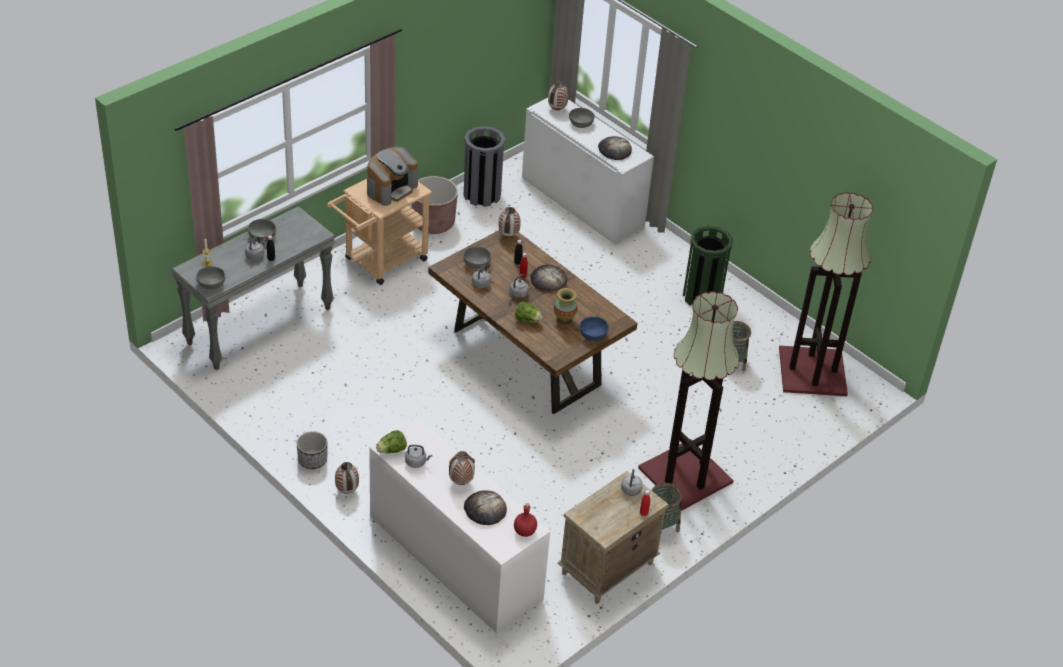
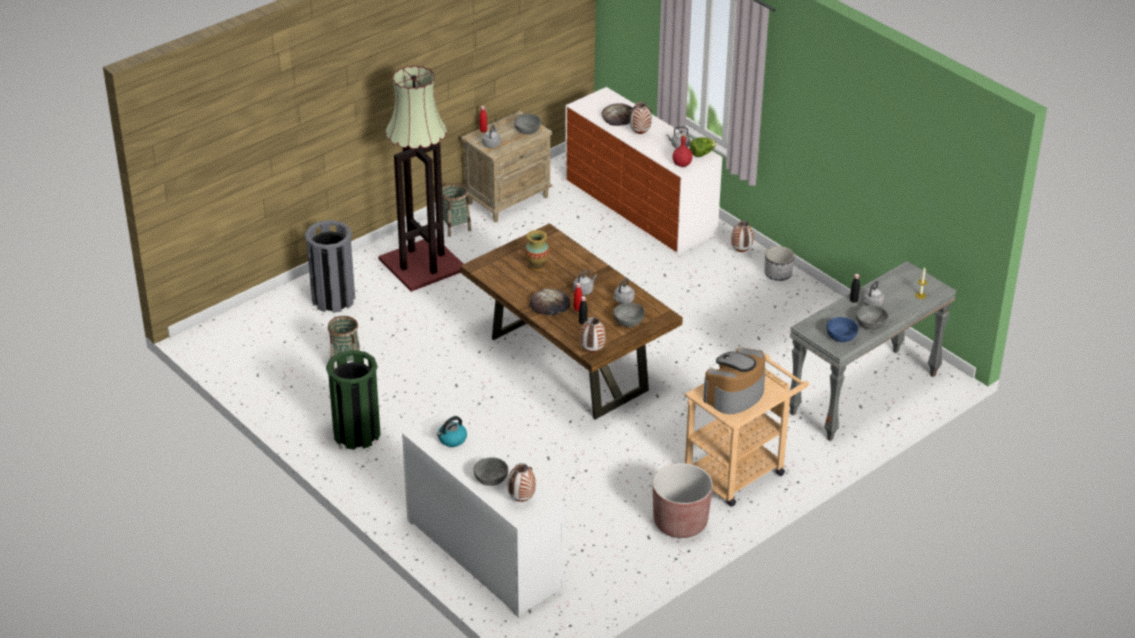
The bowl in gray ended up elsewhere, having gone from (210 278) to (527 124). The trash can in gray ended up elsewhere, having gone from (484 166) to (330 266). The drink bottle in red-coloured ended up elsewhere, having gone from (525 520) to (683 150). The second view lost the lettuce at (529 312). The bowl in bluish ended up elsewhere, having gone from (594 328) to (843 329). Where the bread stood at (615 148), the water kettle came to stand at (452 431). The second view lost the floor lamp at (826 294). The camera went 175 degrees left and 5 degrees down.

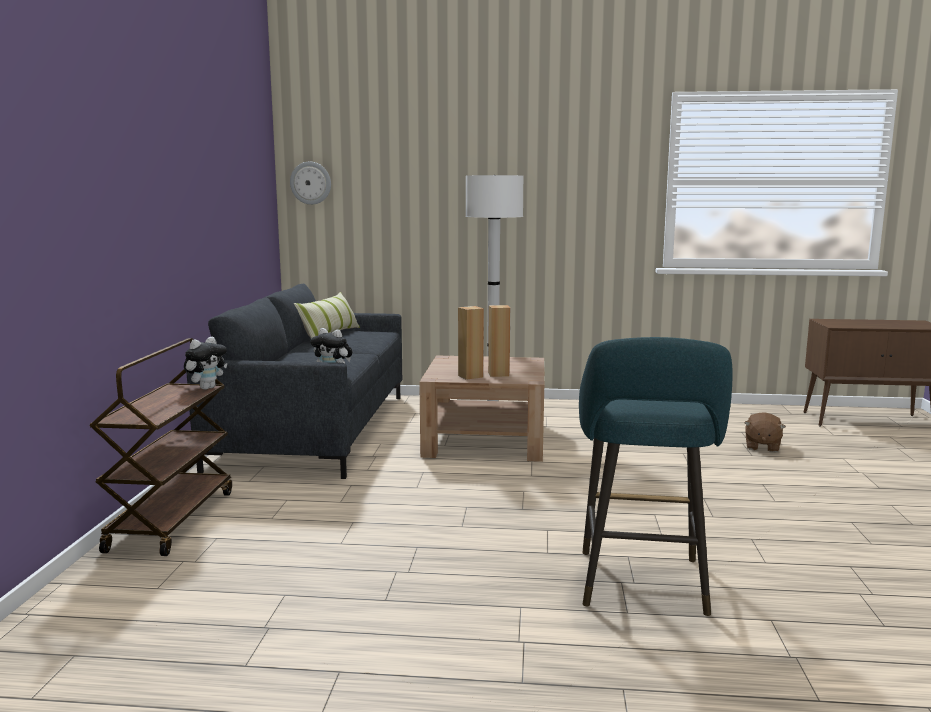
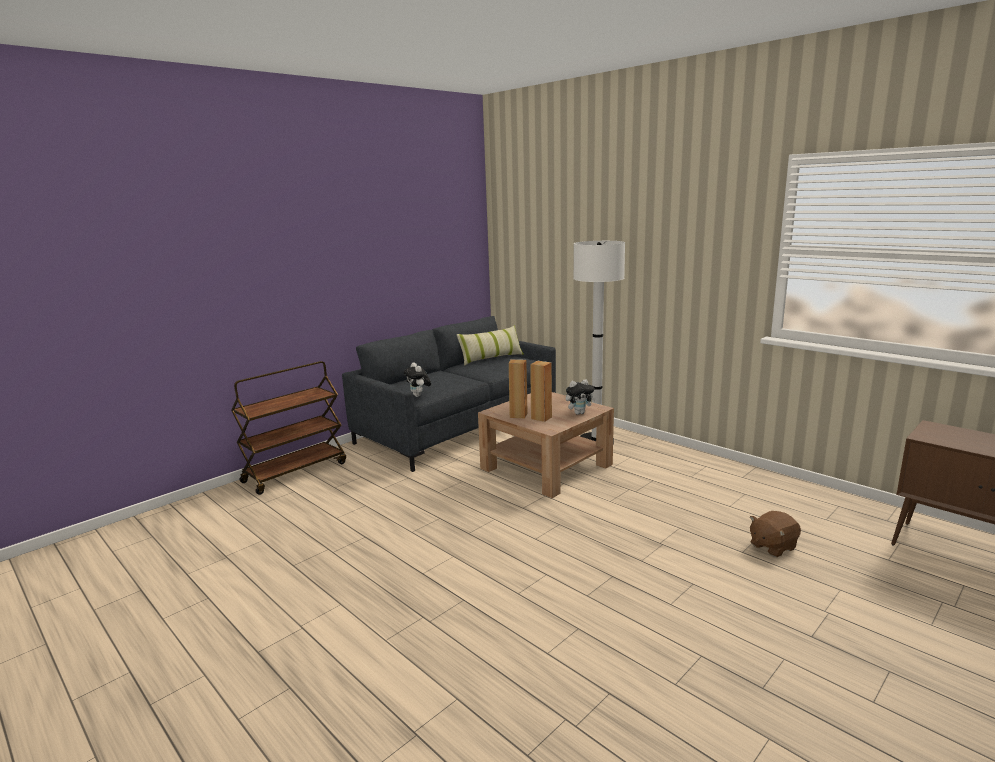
The cuddly toy ended up elsewhere, having gone from (205 363) to (581 397). The second view lost the clock on the wall at (310 183). The second view lost the stool in turquoise-coloured at (656 476). The camera went 40 degrees right and 5 degrees up.

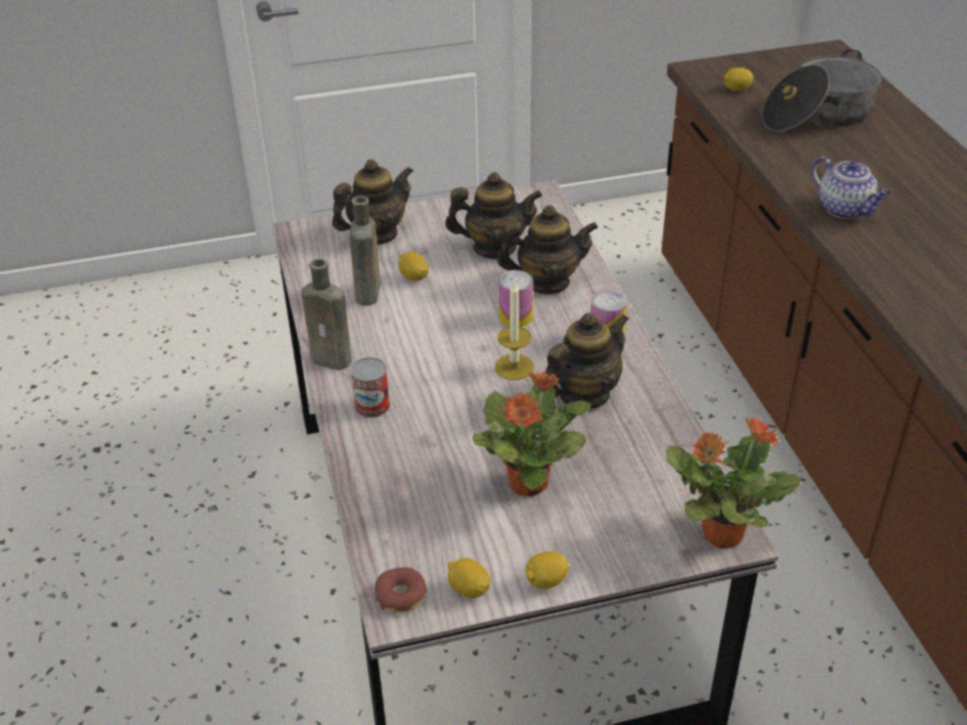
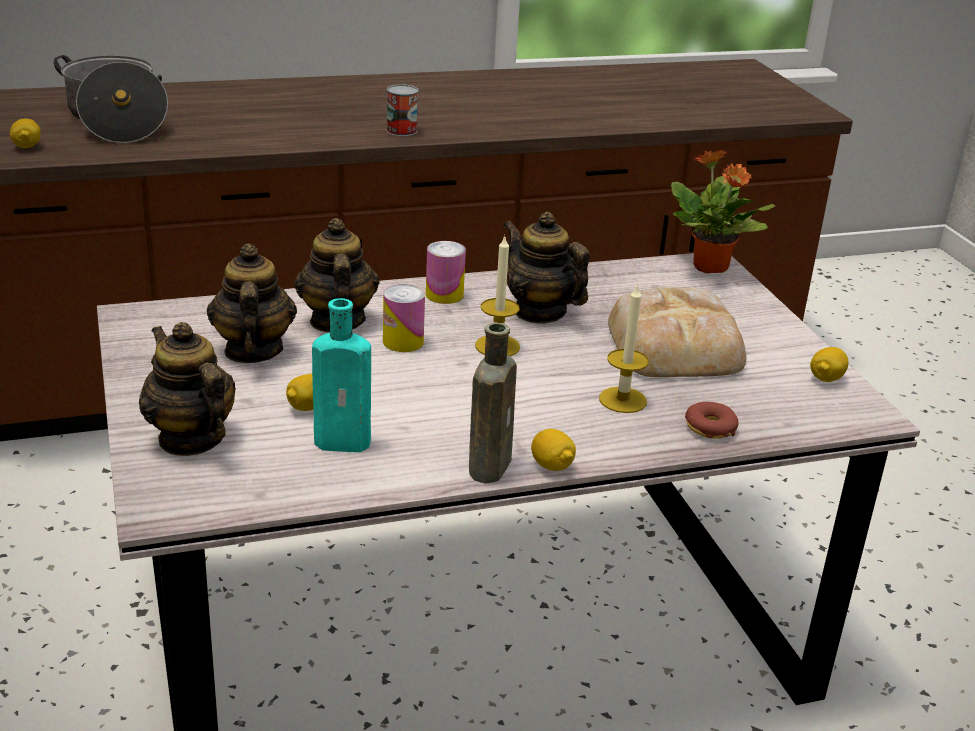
What was the drink bottle in brown at (365 251) turned into the drink bottle in turquoise-coloured at (341 375). The metal can ended up elsewhere, having gone from (370 387) to (402 110). The ring doughnut ended up elsewhere, having gone from (401 589) to (712 420). Where the potted plant stood at (532 434), the bread came to stand at (677 332). The whole lemon ended up elsewhere, having gone from (547 570) to (553 450). The second view lost the tea pot at (851 187). The second view gained the wax candle at (624 348). The camera went 95 degrees left and 10 degrees down.

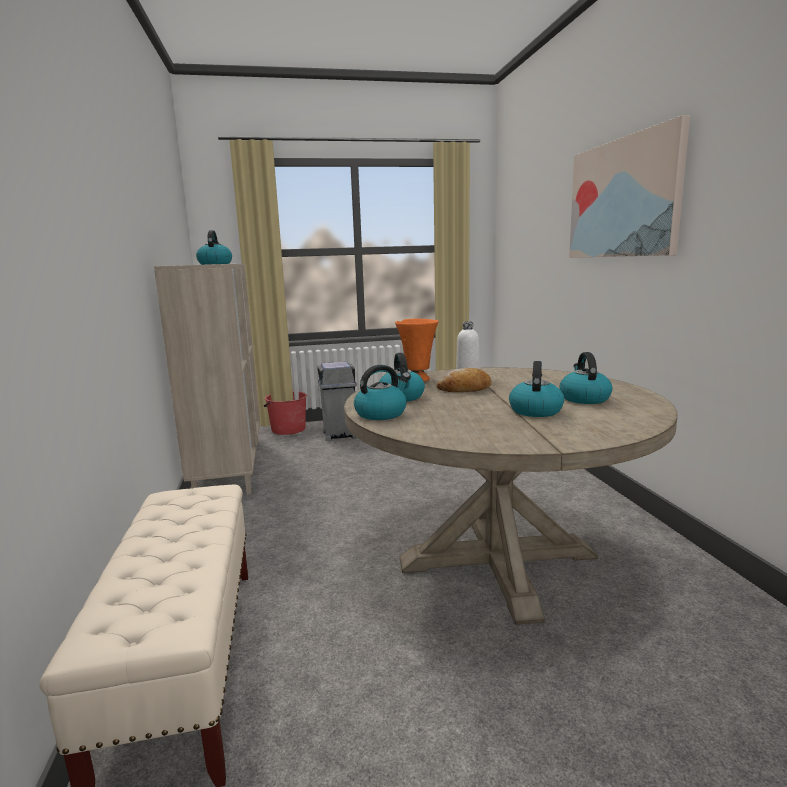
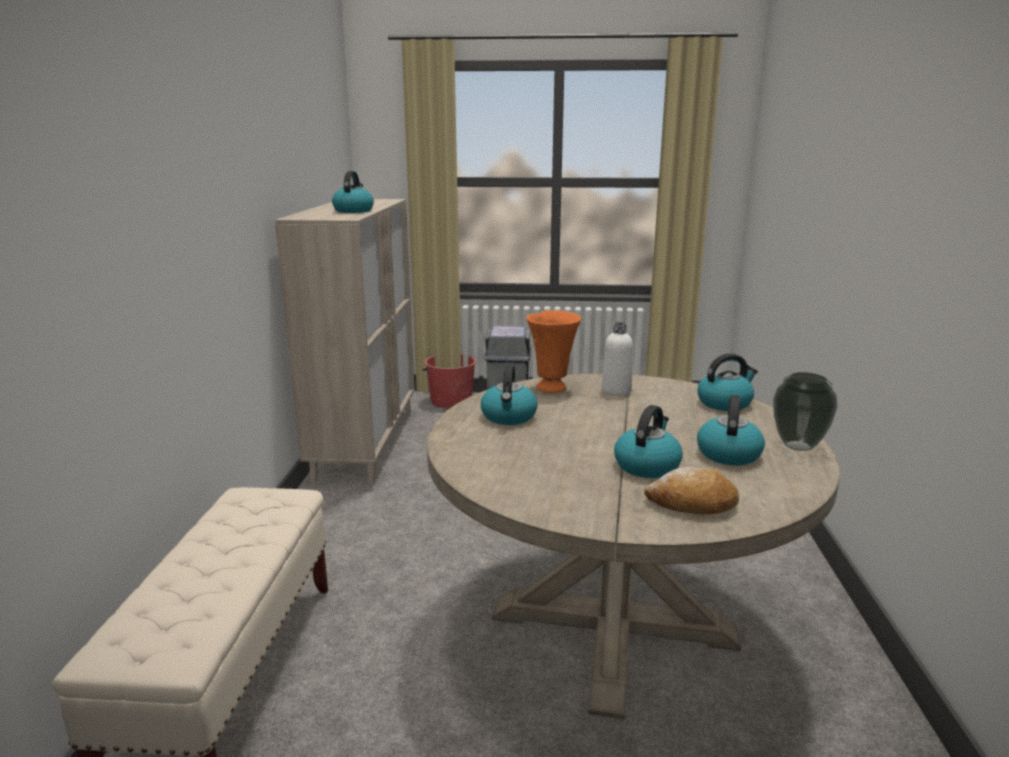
The water kettle ended up elsewhere, having gone from (381 392) to (727 382). The bread ended up elsewhere, having gone from (464 380) to (691 491). The second view lost the picture at (629 186). The second view gained the flower vase at (805 411). The camera went 15 degrees right and 5 degrees up.

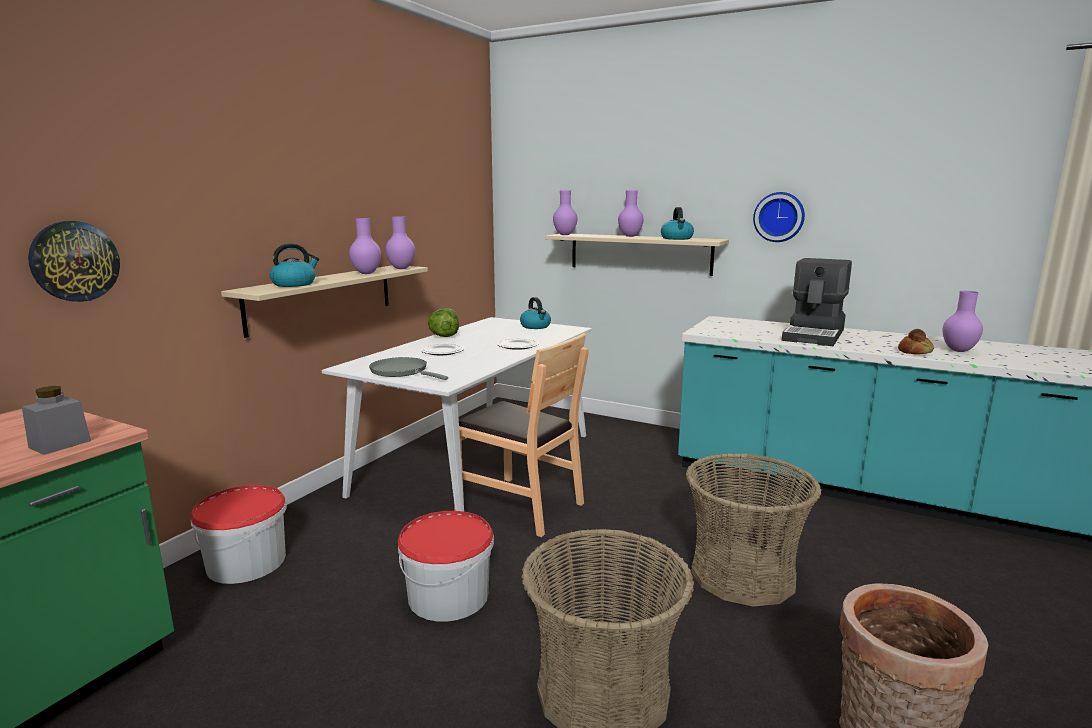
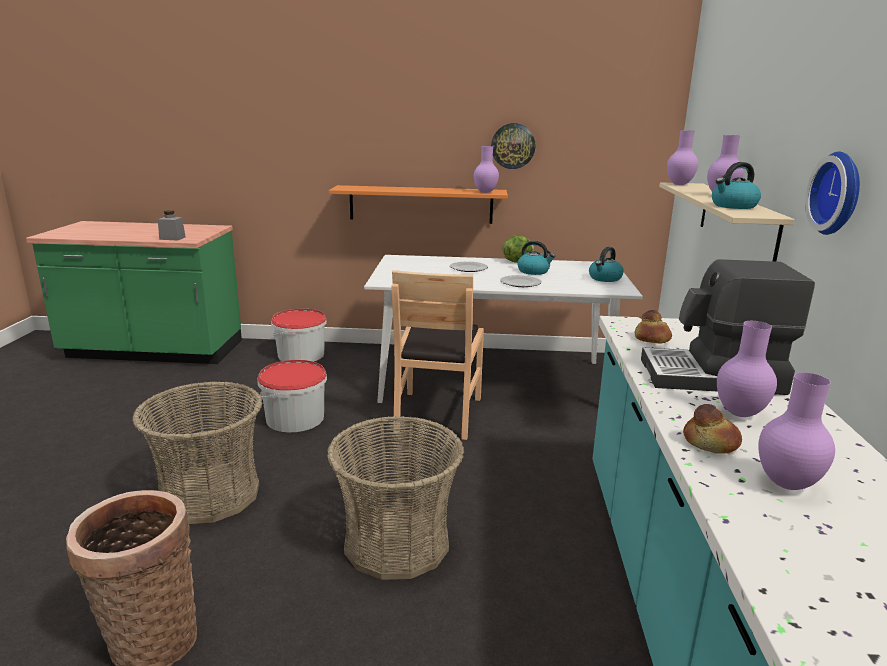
The clock on the wall ended up elsewhere, having gone from (74 261) to (513 146). What was the bracket shelf in beige-coloured at (324 301) turned into the bracket shelf in orange-coloured at (418 204). The water kettle ended up elsewhere, having gone from (294 265) to (536 258). The flower vase in purple ended up elsewhere, having gone from (365 246) to (747 369). The second view lost the pan in gray at (408 368). The second view gained the bread at (653 326). The camera went 65 degrees right and 5 degrees up.

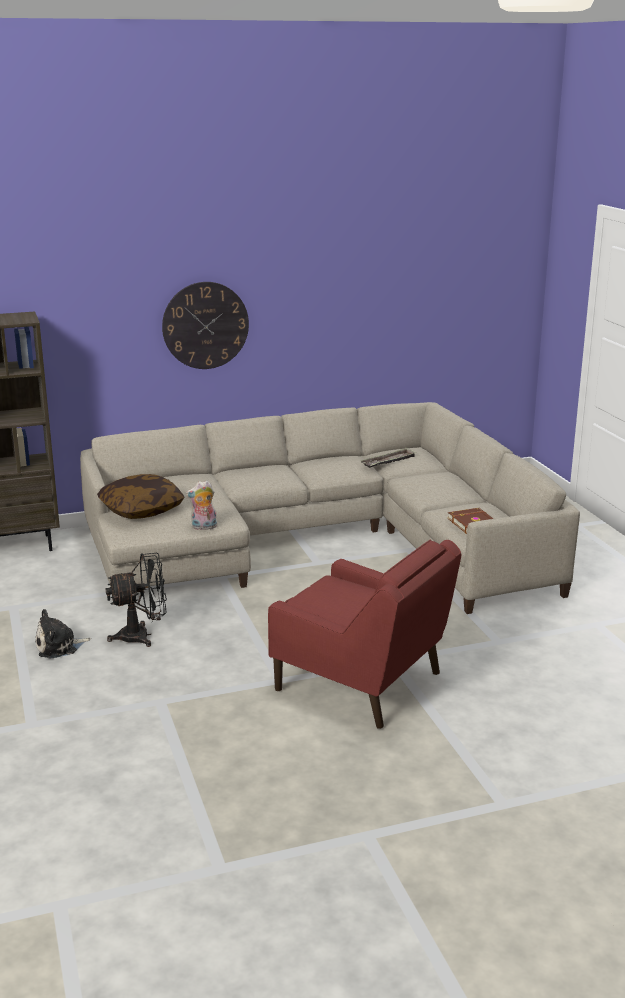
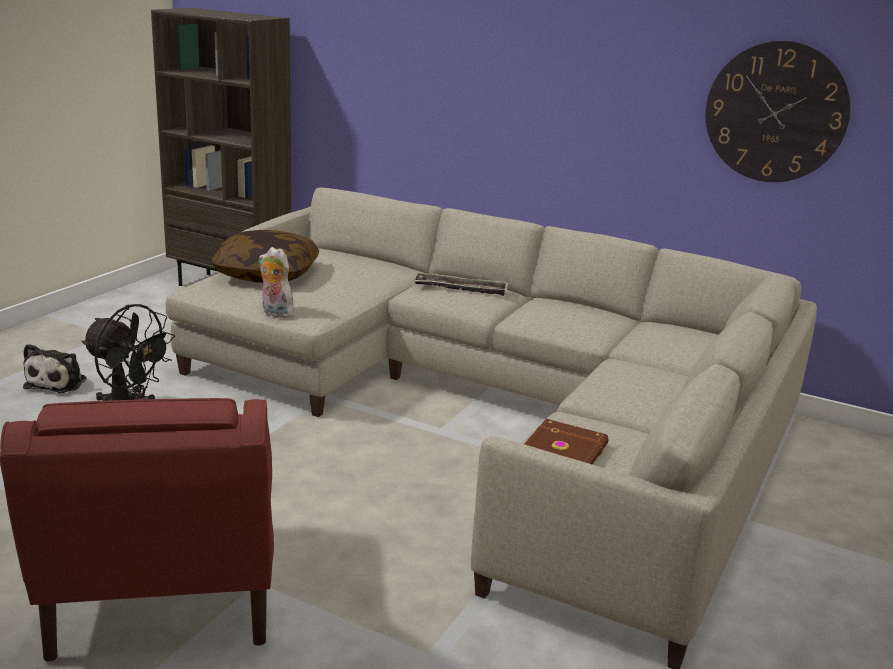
The cuddly toy at (63 634) ended up facing another way, 105 degrees counterclockwise from before. The clock on the wall ended up elsewhere, having gone from (205 325) to (778 111). The serving tray ended up elsewhere, having gone from (389 457) to (461 284). The camera went 45 degrees right and 0 degrees up.

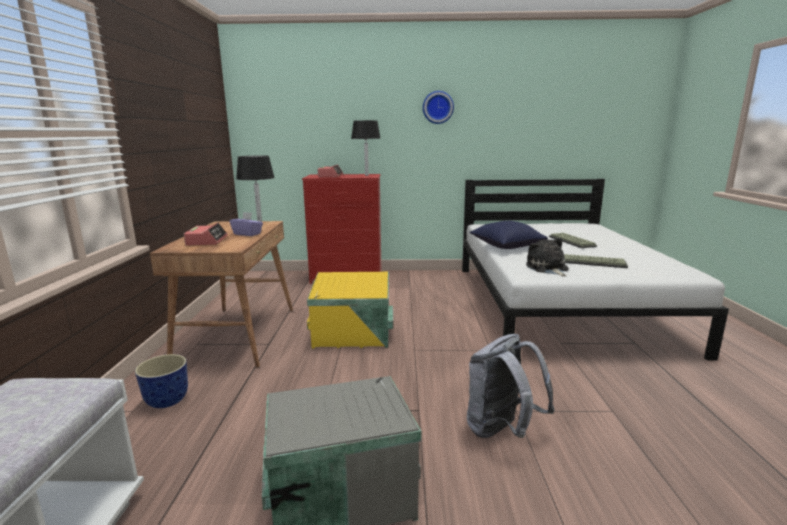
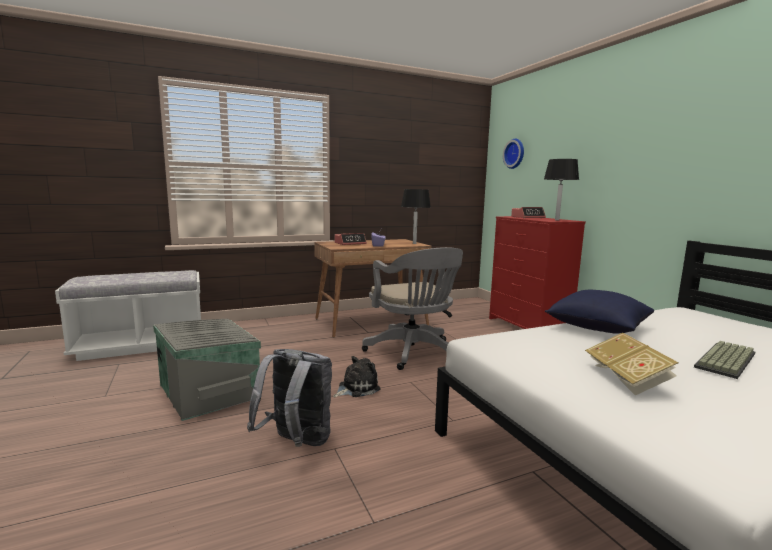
The second view lost the plant pot at (161 381). Where the storage container in yellow-coloured stood at (350 310), the desk chair in gray came to stand at (412 308). The clock on the wall ended up elsewhere, having gone from (438 107) to (513 154). The cuddly toy ended up elsewhere, having gone from (547 257) to (357 376). Where the keyboard stood at (596 261), the volume came to stand at (632 364). The camera went 65 degrees right and 5 degrees down.

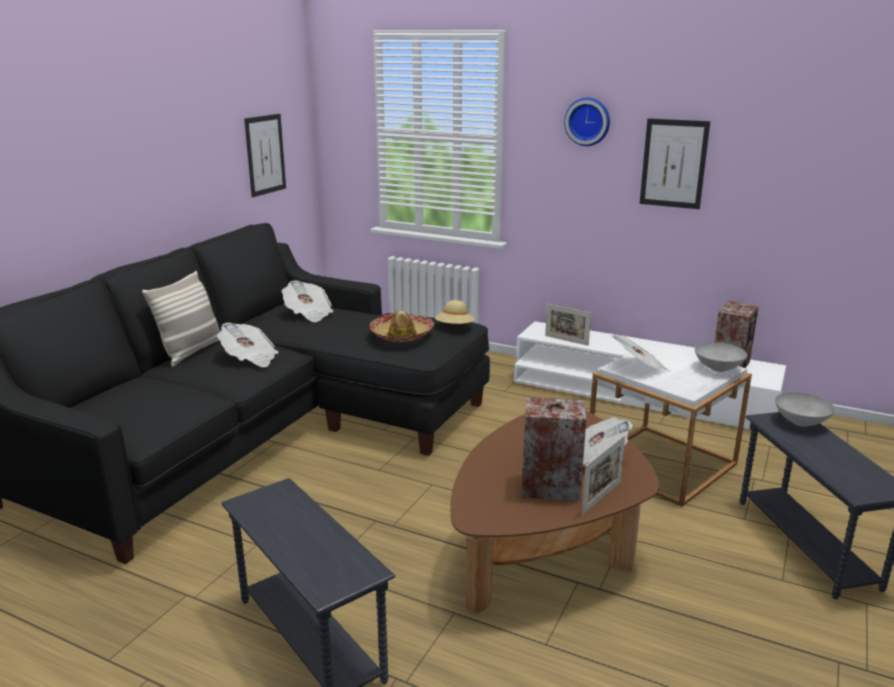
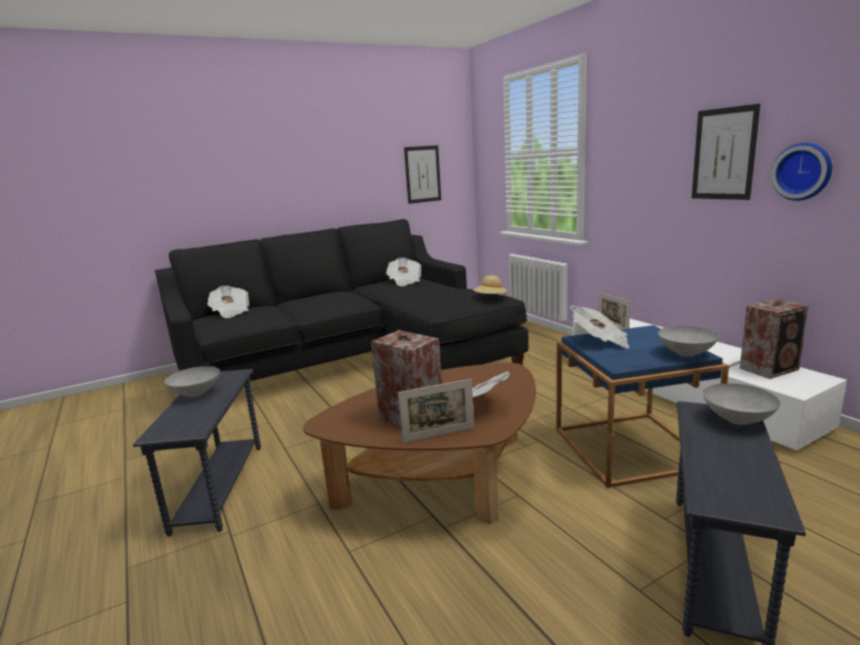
The second view lost the pillow at (181 319). The printed paper ended up elsewhere, having gone from (247 345) to (228 302). The second view lost the wearable hat at (401 326). The clock on the wall ended up elsewhere, having gone from (587 122) to (801 172). What was the side table in whitish at (671 424) turned into the side table in bluish at (642 406). The second view gained the bowl in gray at (192 381). The camera went 35 degrees right and 5 degrees down.

